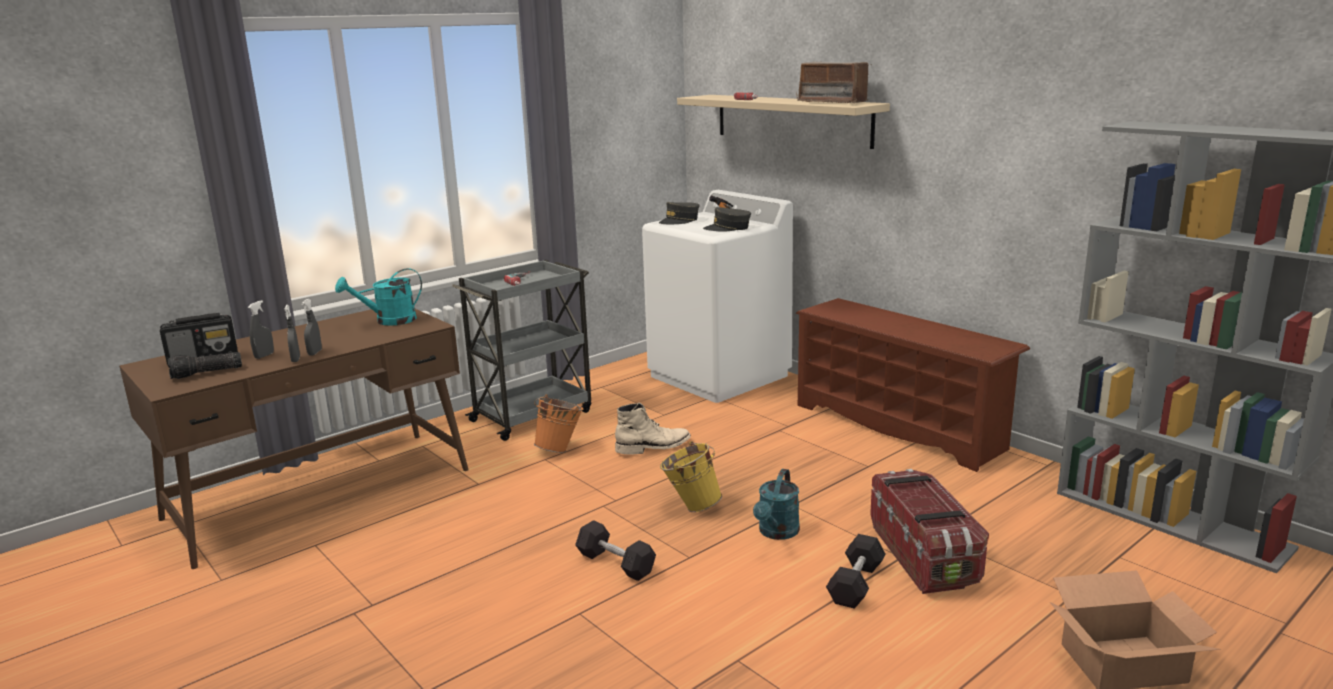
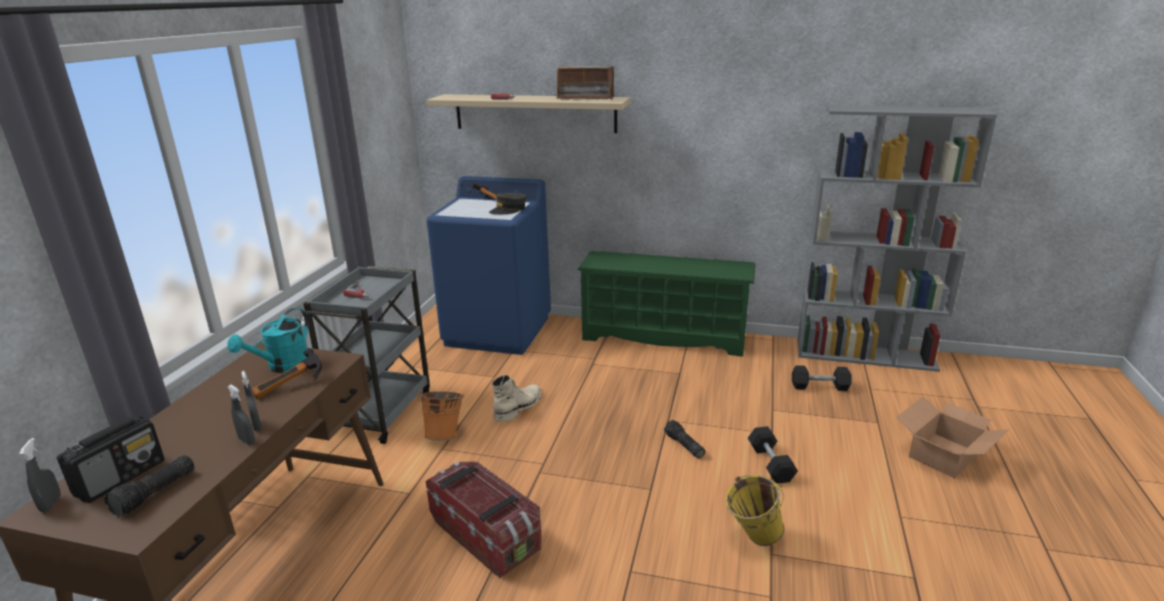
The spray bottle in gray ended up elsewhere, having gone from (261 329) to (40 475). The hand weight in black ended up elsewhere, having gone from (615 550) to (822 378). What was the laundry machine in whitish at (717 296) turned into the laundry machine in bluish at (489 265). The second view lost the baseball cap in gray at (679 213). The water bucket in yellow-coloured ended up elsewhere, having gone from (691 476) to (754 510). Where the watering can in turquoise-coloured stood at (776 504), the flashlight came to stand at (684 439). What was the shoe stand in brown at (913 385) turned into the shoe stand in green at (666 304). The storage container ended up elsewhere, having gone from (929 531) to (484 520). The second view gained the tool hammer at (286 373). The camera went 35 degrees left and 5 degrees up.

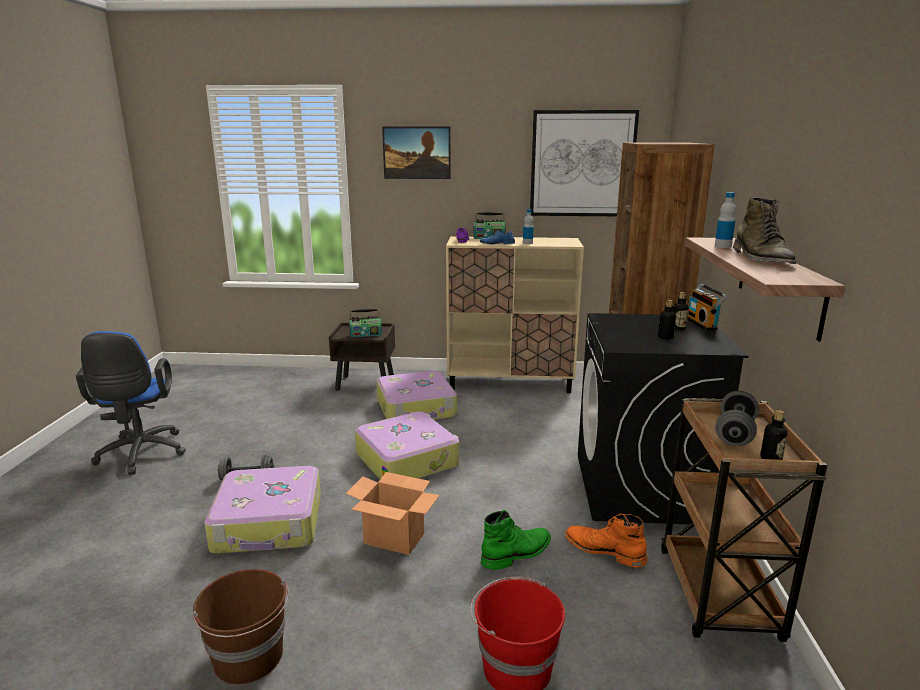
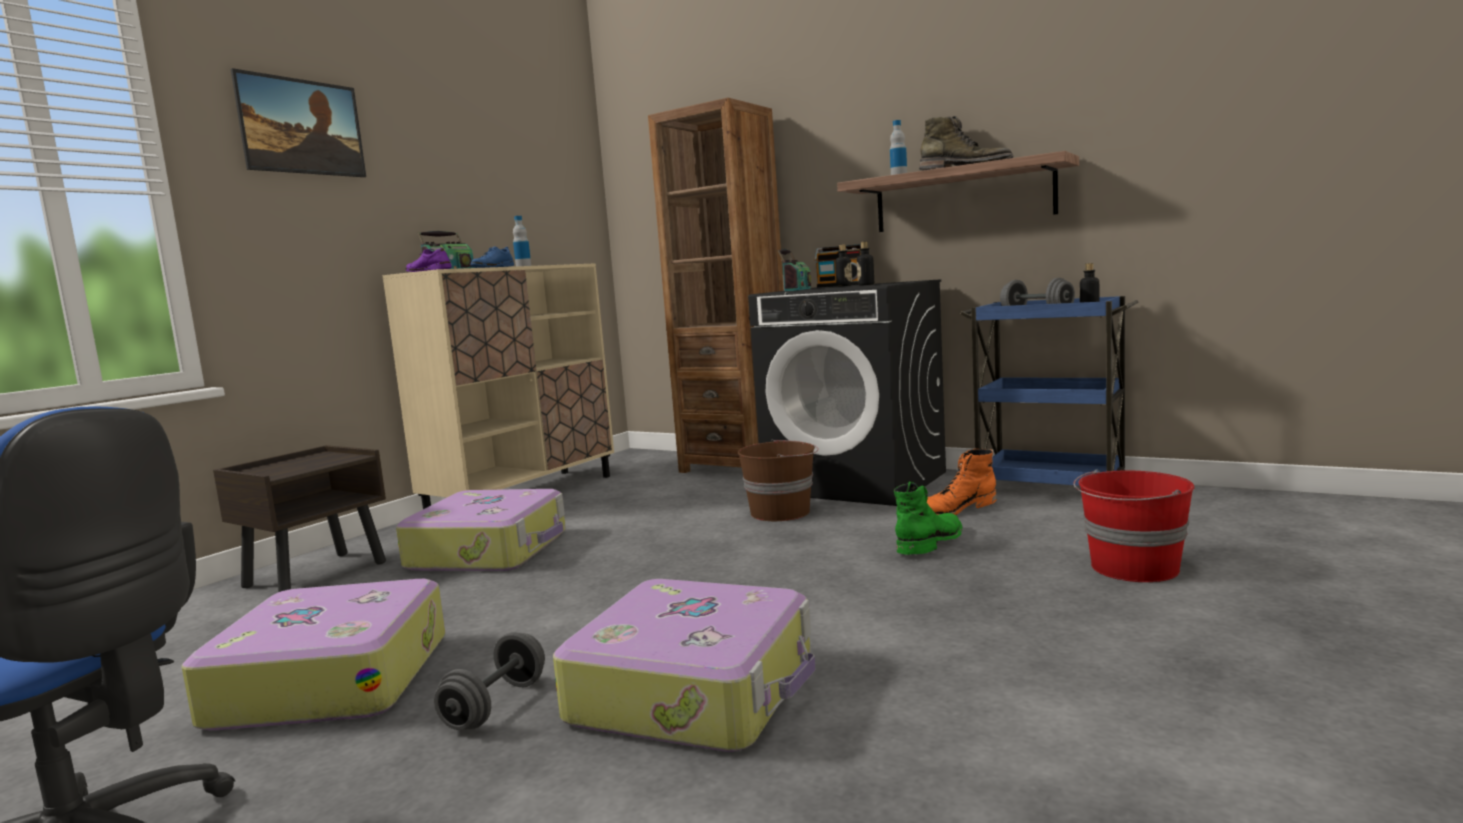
The water bucket in brown ended up elsewhere, having gone from (240 626) to (778 480). The second view lost the packing box at (393 513). The radio receiver ended up elsewhere, having gone from (365 323) to (794 270). The suitcase ended up elsewhere, having gone from (407 445) to (313 655). The high-top boot in green at (516 540) ended up facing another way, 45 degrees clockwise from before. The second view lost the picture at (584 163). What was the cart in brown at (744 520) turned into the cart in bluish at (1050 391). The camera went 60 degrees left and 10 degrees down.

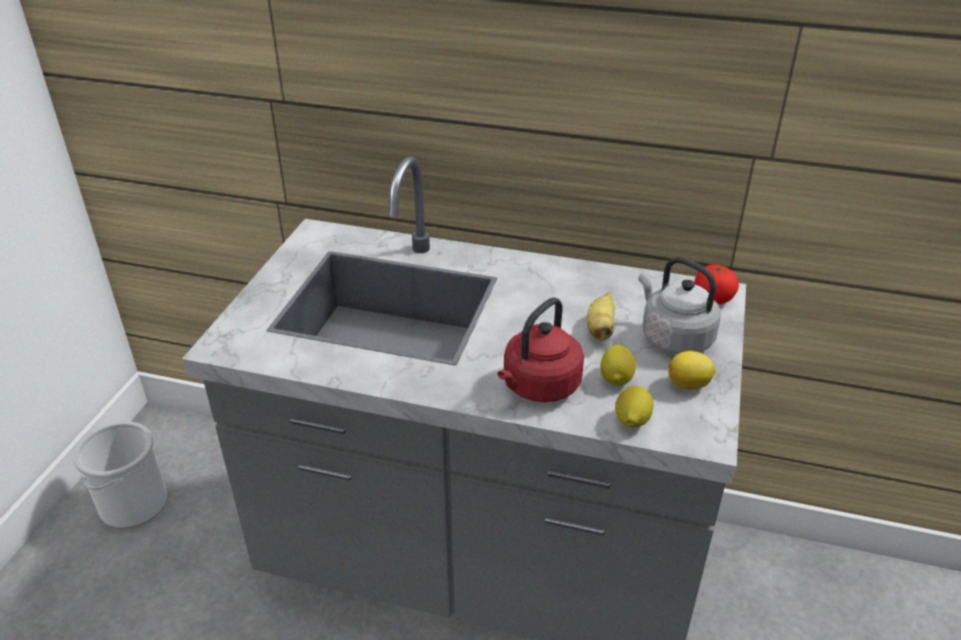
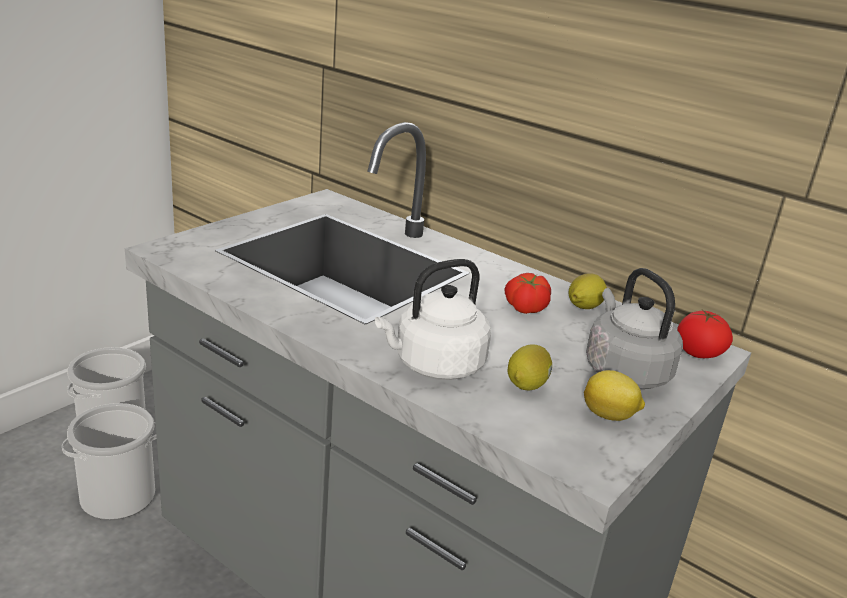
What was the water kettle in red-coloured at (541 349) turned into the water kettle in whitish at (433 319). The second view lost the banana fruit at (601 316). The whole lemon ended up elsewhere, having gone from (634 407) to (588 291). The second view gained the water bucket at (109 461). The second view gained the fresh tomato at (528 293). The camera went 20 degrees right and 10 degrees down.

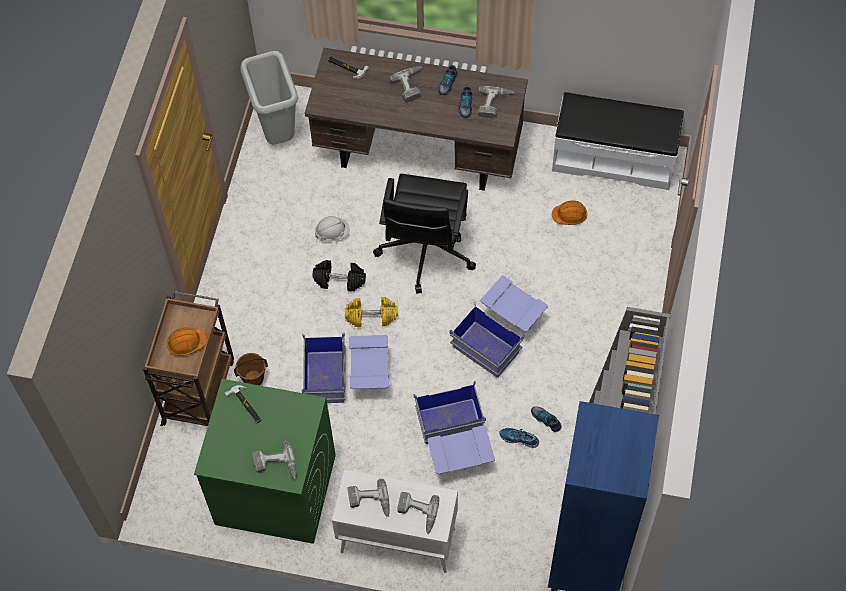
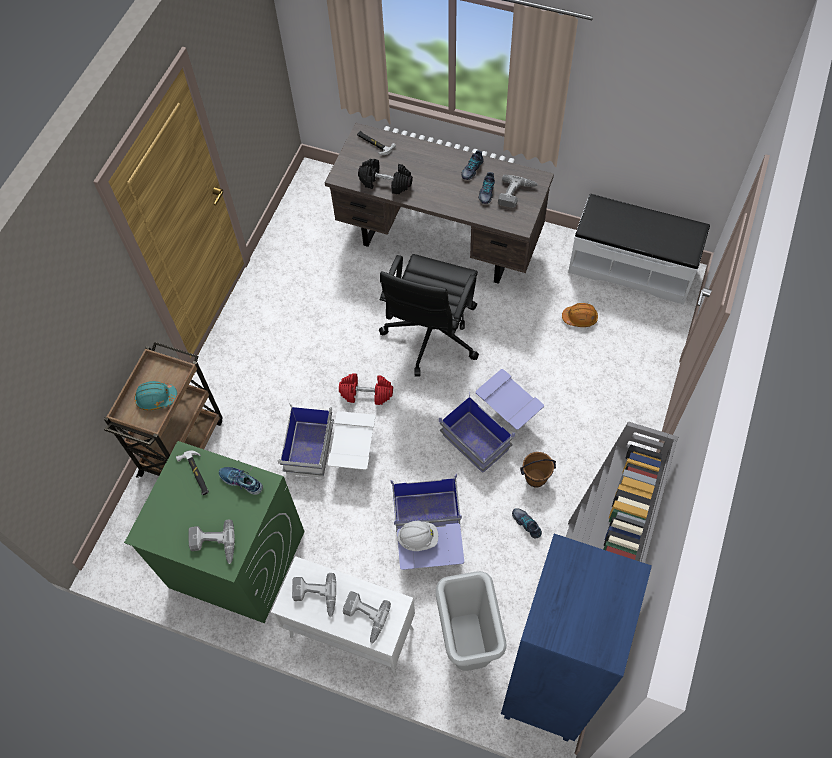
What was the safety helmet in orange-coloured at (187 341) turned into the safety helmet in turquoise-coloured at (155 395). The water bucket in brown ended up elsewhere, having gone from (251 369) to (538 470). The trash can in gray ended up elsewhere, having gone from (269 98) to (471 621). What was the storage container in bluish at (345 368) turned into the storage container in whitish at (326 440). The hand weight in black ended up elsewhere, having gone from (339 276) to (385 176). The safety helmet in whitish ended up elsewhere, having gone from (332 228) to (417 536). What was the hand weight in yellow-coloured at (371 312) turned into the hand weight in red-coloured at (366 389). The second view lost the power drill at (405 84). The shoe ended up elsewhere, having gone from (519 438) to (241 481). The camera went 10 degrees right and 0 degrees up.

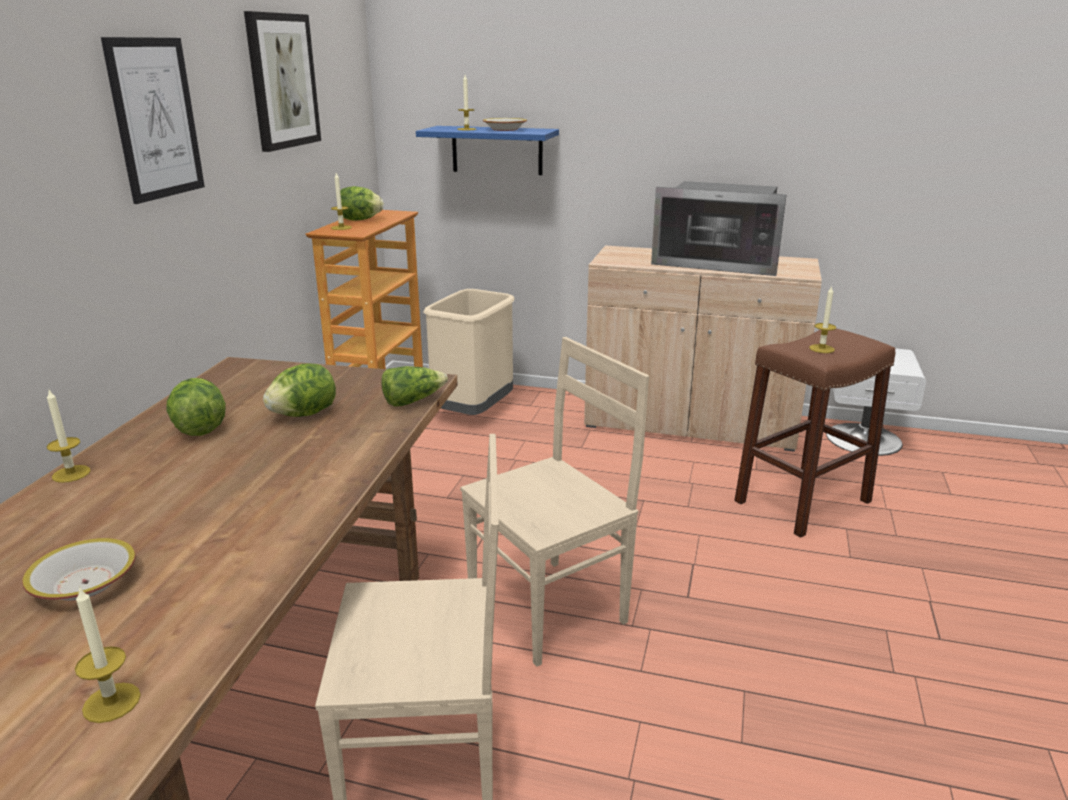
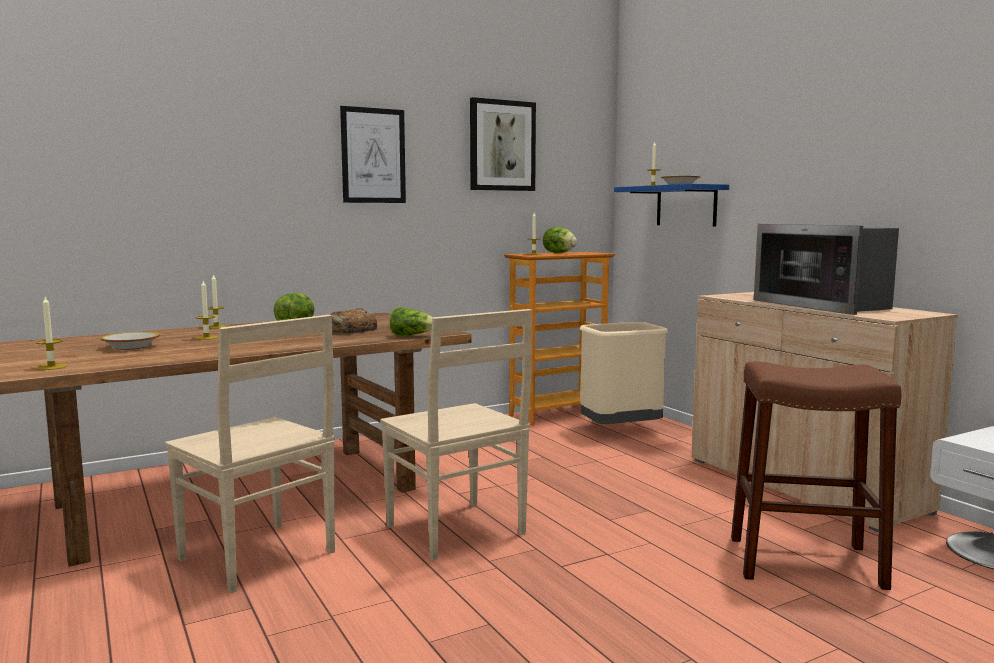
Where the lettuce stood at (299 390), the bread came to stand at (353 321). The chair in beige-coloured at (554 502) ended up facing another way, 45 degrees clockwise from before. The wax candle ended up elsewhere, having gone from (822 319) to (206 310). The camera went 45 degrees right and 15 degrees down.

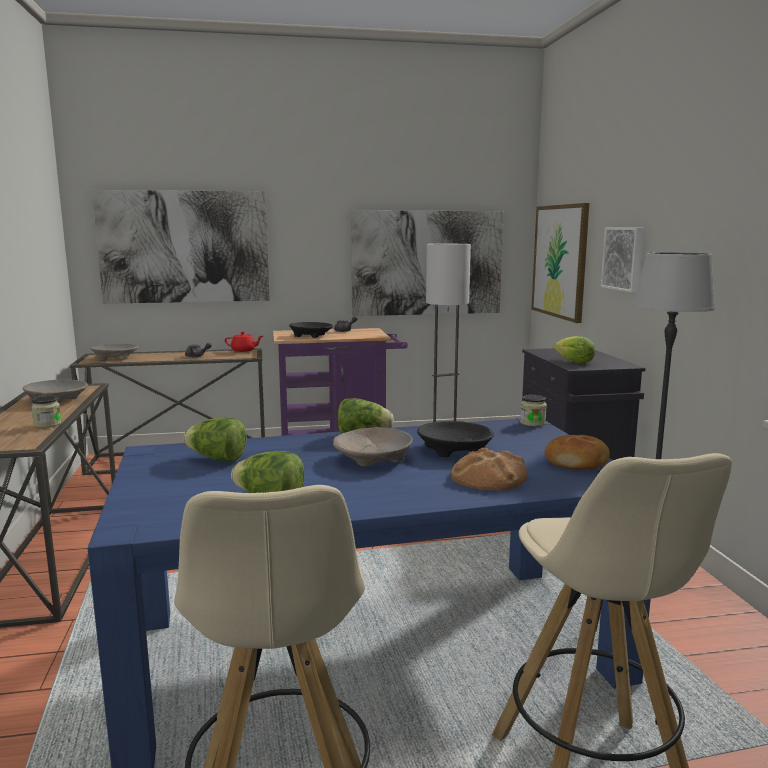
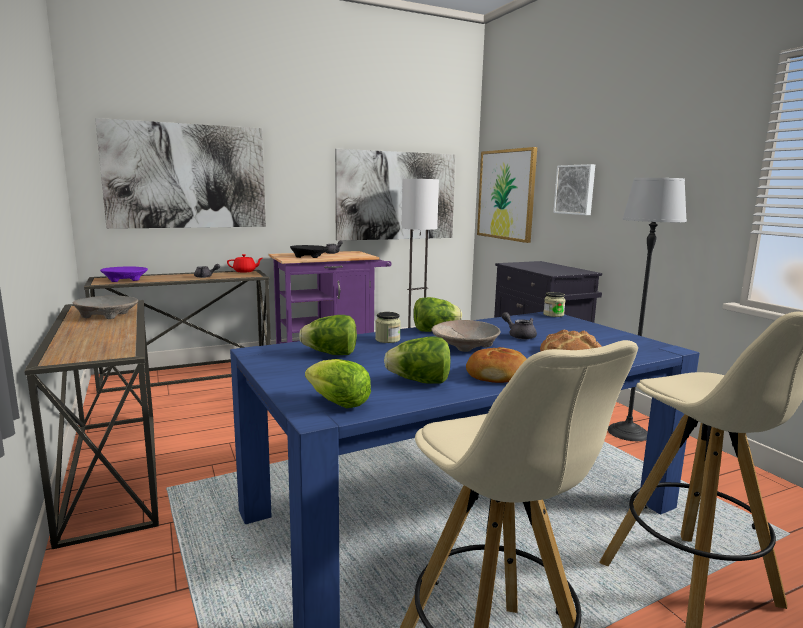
The preserve jar ended up elsewhere, having gone from (46 412) to (388 327). What was the bowl in beige-coloured at (114 352) turned into the bowl in purple at (124 274). Where the bowl in black stood at (455 439), the tea pot in gray came to stand at (519 326). The bread ended up elsewhere, having gone from (577 452) to (496 365). The lettuce ended up elsewhere, having gone from (574 350) to (338 384). The camera went 15 degrees left and 0 degrees up.

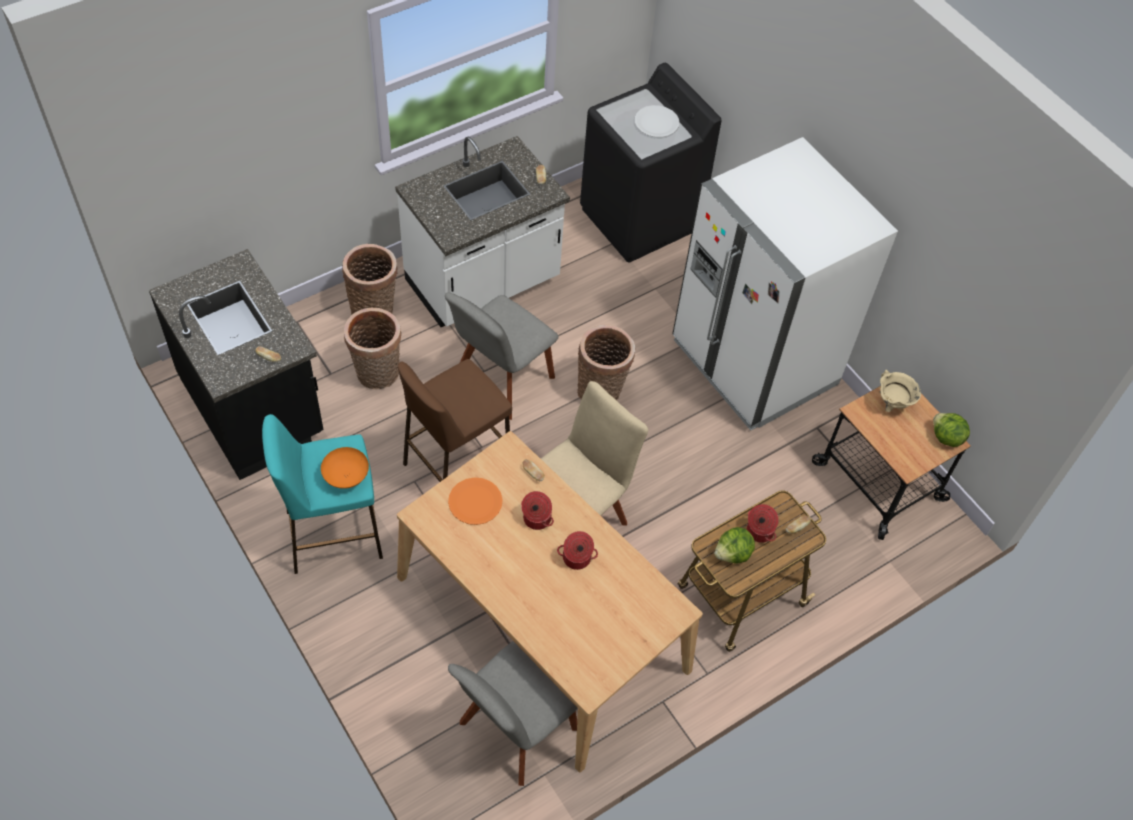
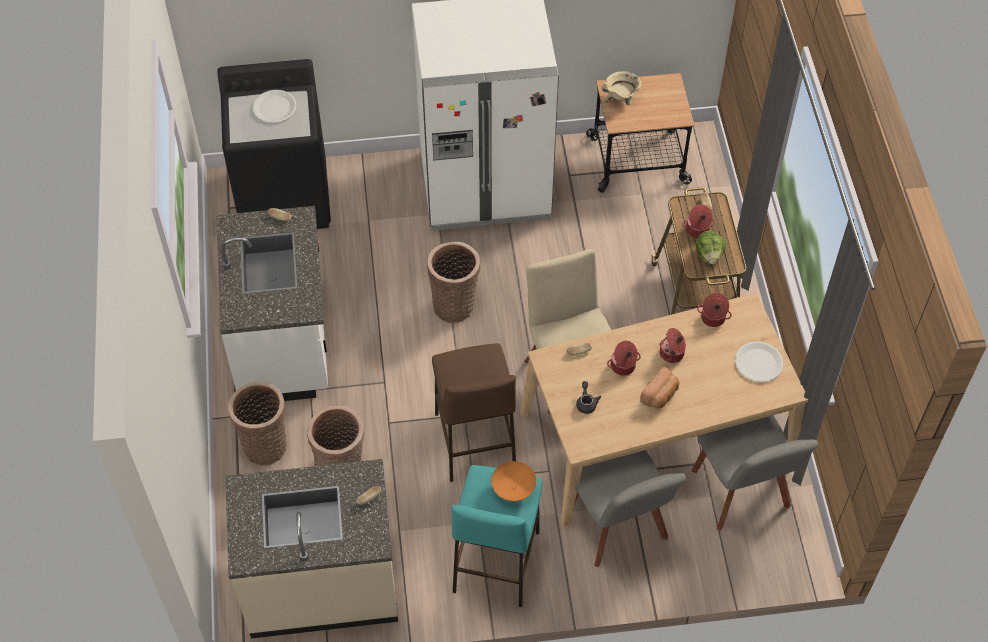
What was the kitchen base unit in black at (236 364) turned into the kitchen base unit in beige-coloured at (311 549). The chair in gray ended up elsewhere, having gone from (502 356) to (630 508). Where the dinner plate in orange-coloured stood at (475 501), the tea pot in gray came to stand at (588 397). The second view lost the lettuce at (951 430). The second view gained the bread at (659 388). The second view gained the stockpot at (714 310). The second view gained the dinner plate in whitish at (759 361). The camera went 60 degrees left and 0 degrees up.

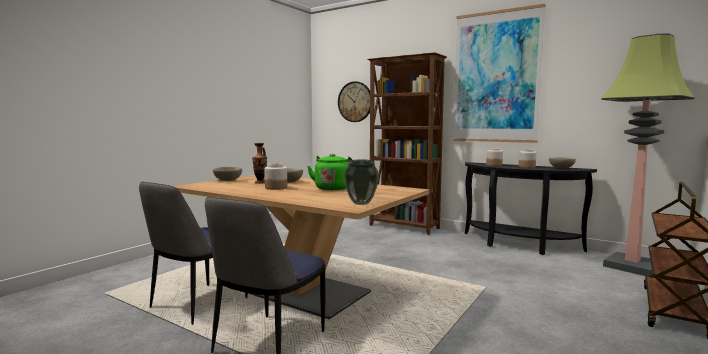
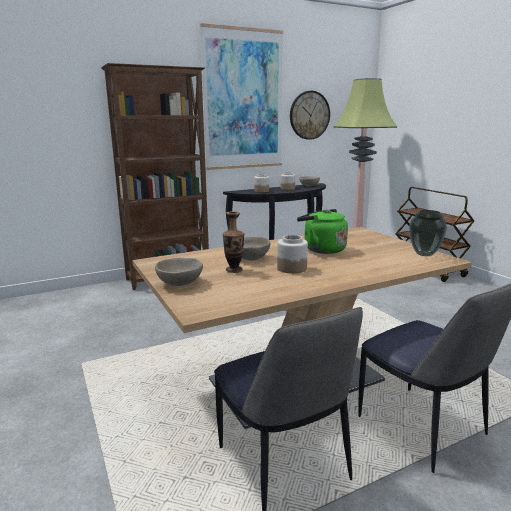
The clock on the wall ended up elsewhere, having gone from (354 101) to (310 115). The camera went 60 degrees left and 10 degrees up.

